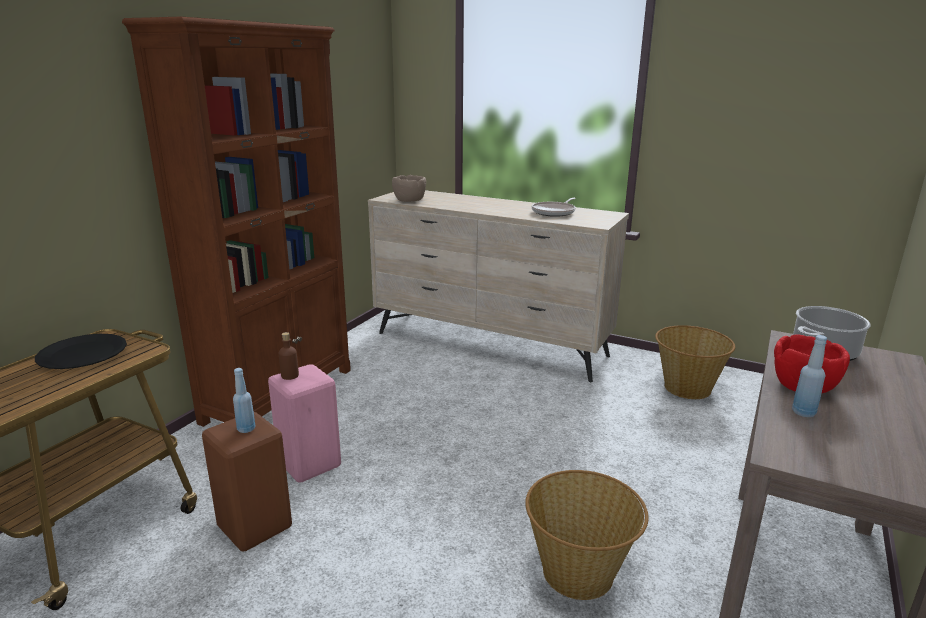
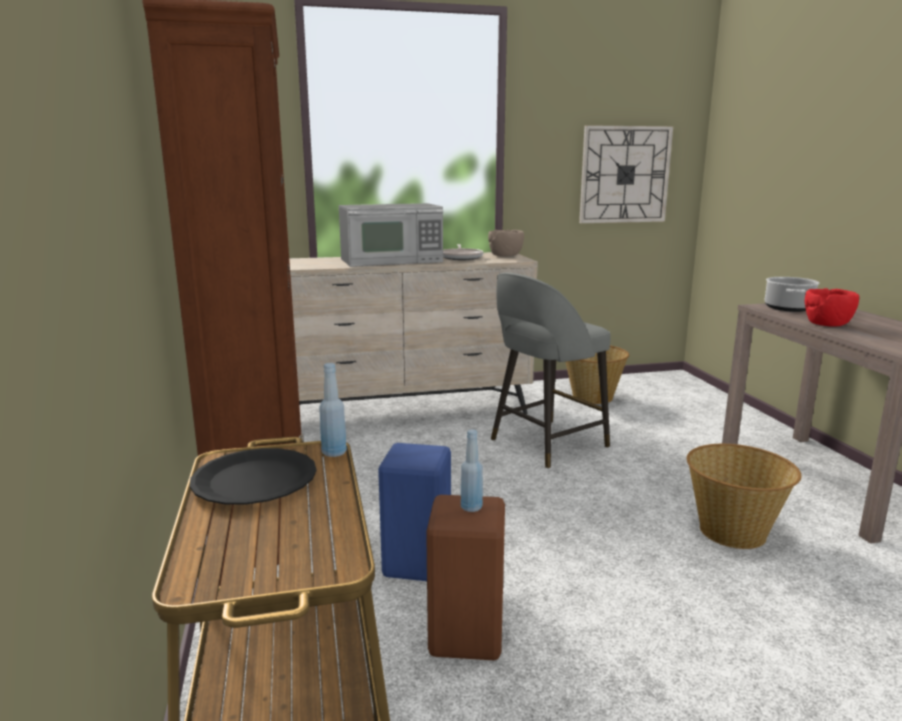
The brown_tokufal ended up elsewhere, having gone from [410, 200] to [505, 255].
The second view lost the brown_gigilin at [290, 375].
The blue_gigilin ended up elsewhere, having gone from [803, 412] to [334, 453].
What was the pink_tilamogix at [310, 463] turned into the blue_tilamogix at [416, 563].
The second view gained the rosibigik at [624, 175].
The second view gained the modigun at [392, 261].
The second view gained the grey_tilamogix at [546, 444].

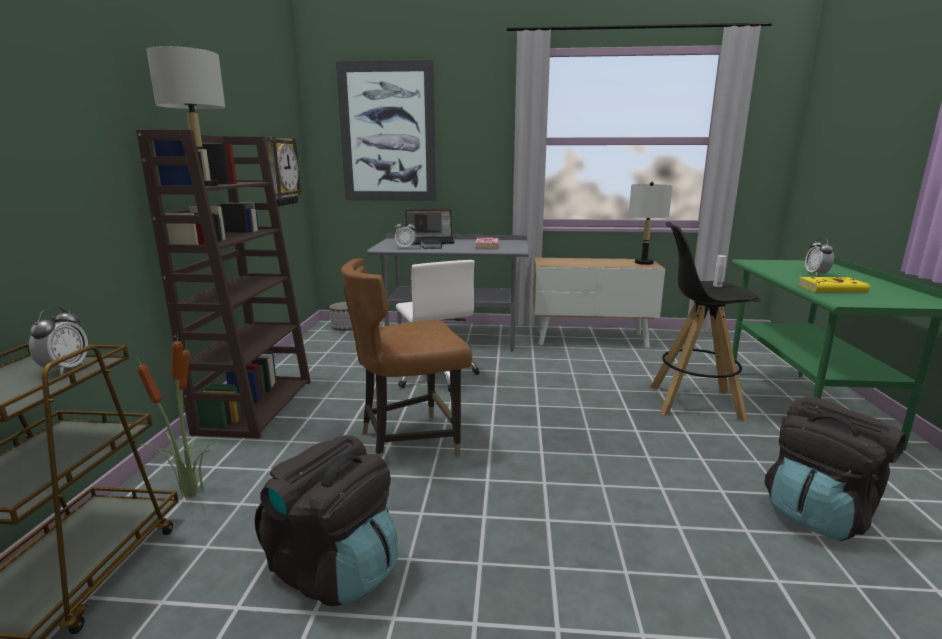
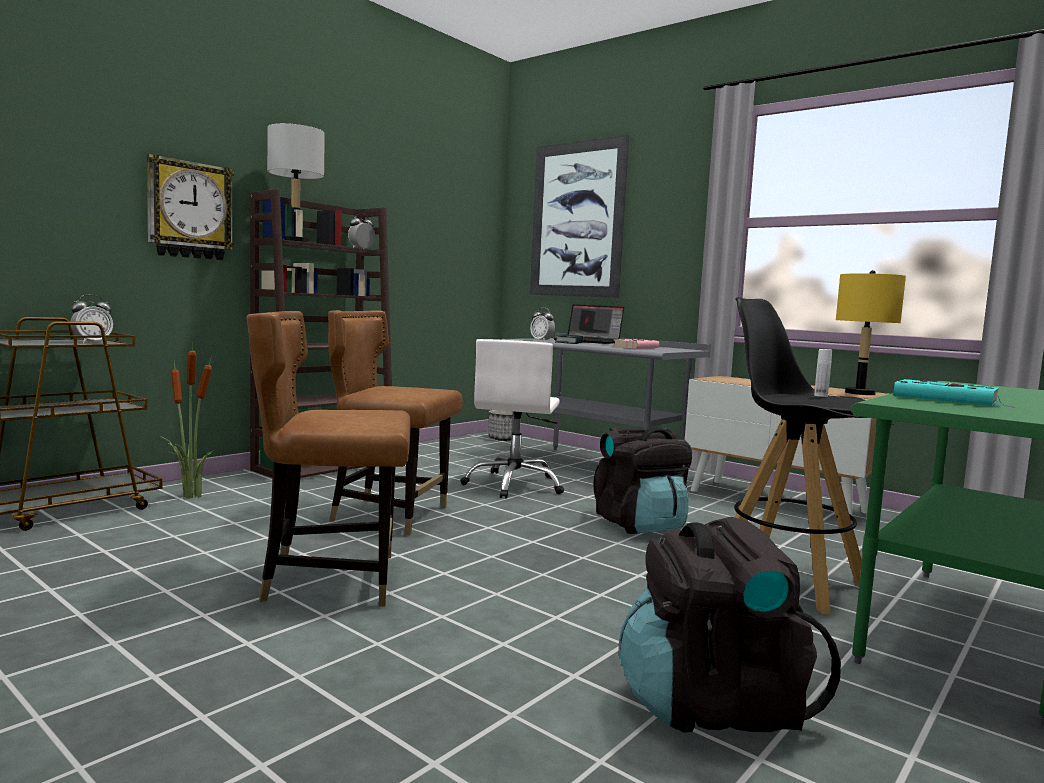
The rosibigik ended up elsewhere, having gone from [281, 171] to [189, 210].
What was the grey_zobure at [644, 263] turned into the yellow_zobure at [860, 393].
The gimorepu ended up elsewhere, having gone from [816, 274] to [361, 249].
What was the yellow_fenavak at [833, 289] turned into the turquoise_fenavak at [948, 400].
The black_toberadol ended up elsewhere, having gone from [334, 569] to [640, 525].
The second view gained the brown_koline at [332, 579].

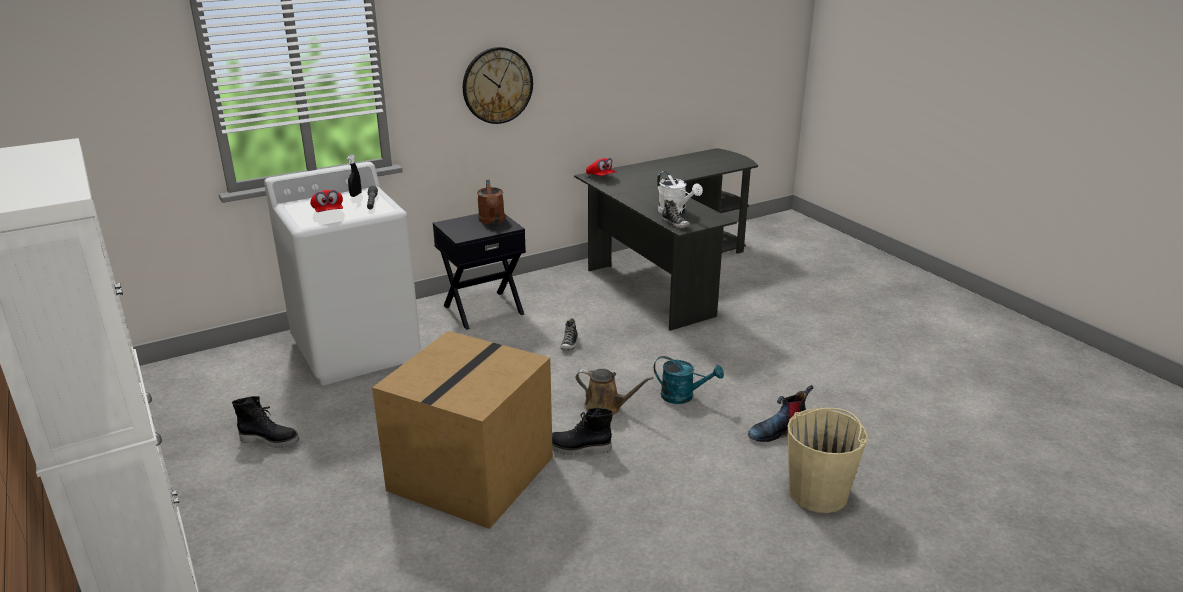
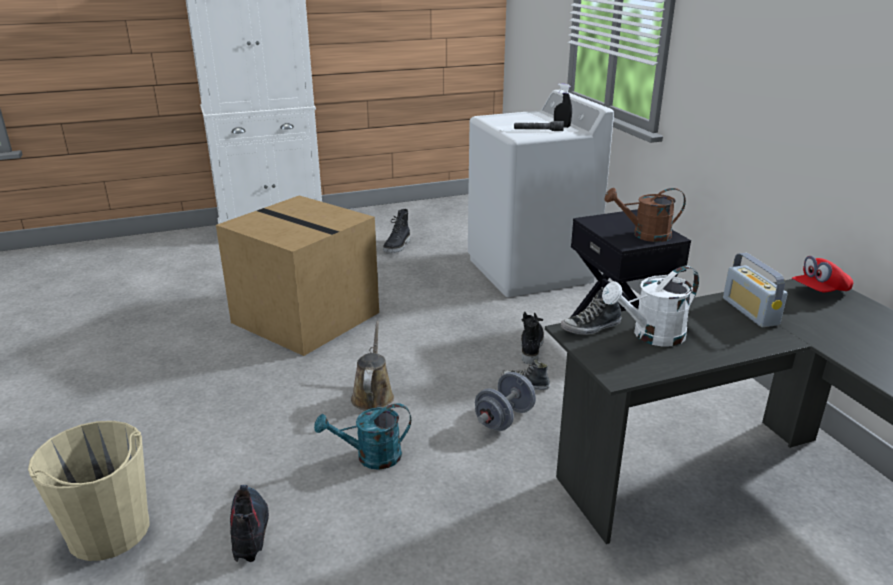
The second view lost the rosibigik at [497, 85].
The second view lost the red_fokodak at [328, 213].
The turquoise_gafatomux at [683, 396] ended up facing another way, 45 degrees clockwise from before.
The brown_gafatomux at [606, 407] ended up facing another way, 150 degrees clockwise from before.
The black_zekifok ended up elsewhere, having gone from [579, 449] to [530, 348].
The second view gained the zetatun at [750, 311].
The second view gained the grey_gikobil at [504, 418].

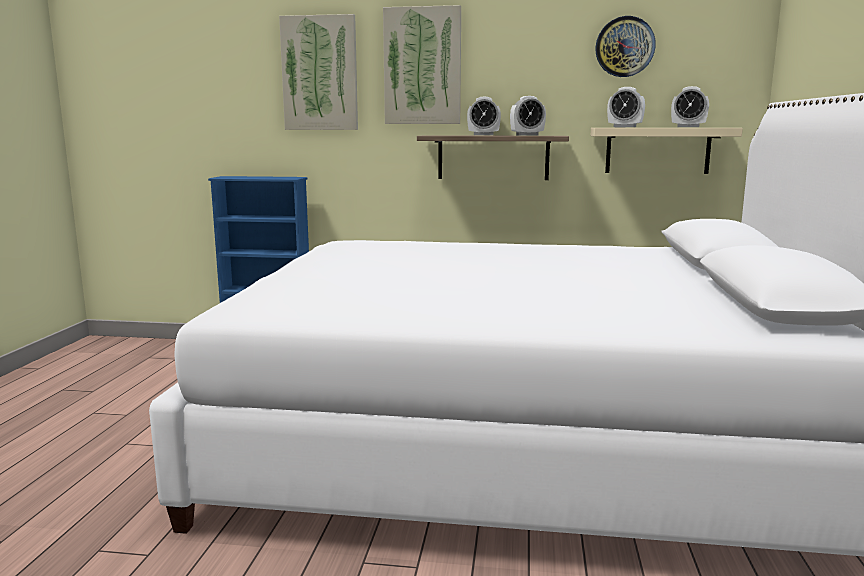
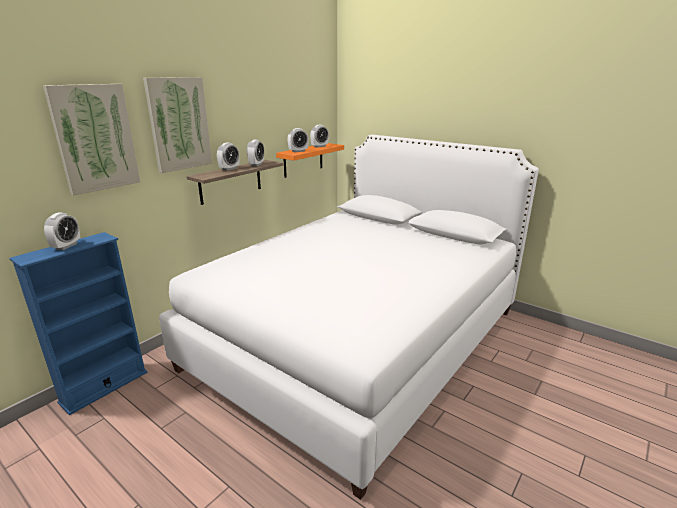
The second view lost the rosibigik at [624, 47].
What was the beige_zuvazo at [657, 150] turned into the orange_zuvazo at [303, 160].
The second view gained the gimorepu at [66, 246].

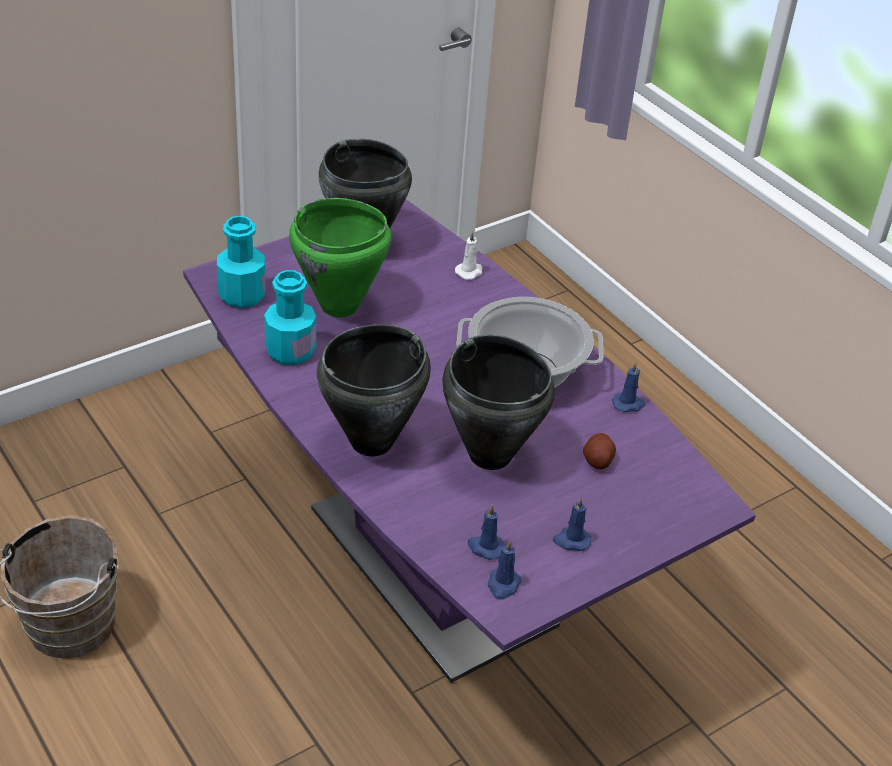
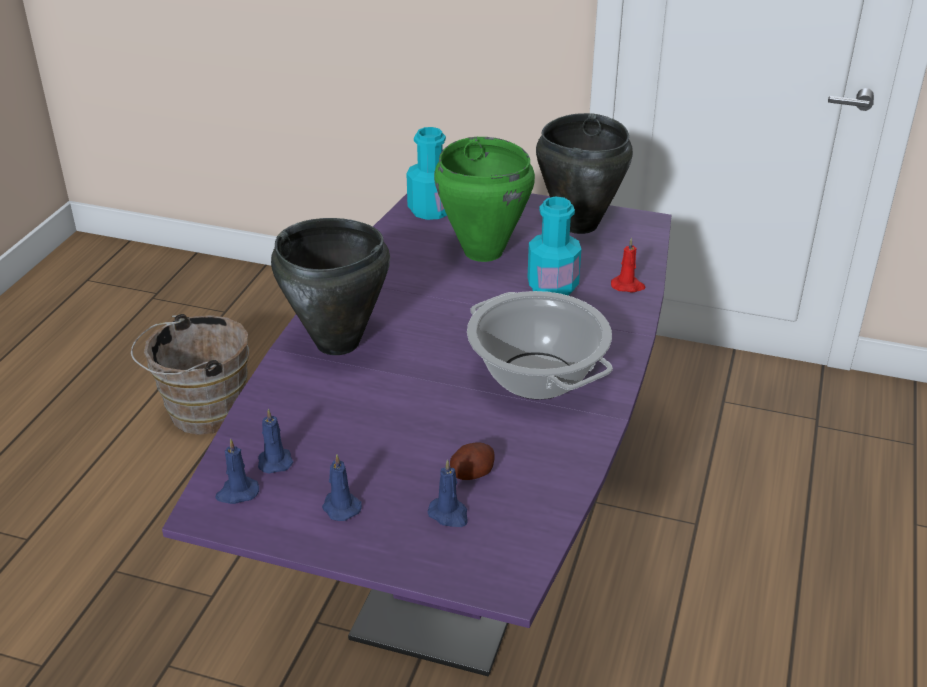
What was the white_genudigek at [469, 272] turned into the red_genudigek at [628, 286].
The turquoise_gigilin ended up elsewhere, having gone from [290, 351] to [552, 286].
The second view lost the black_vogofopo at [490, 454].
The blue_genudigek ended up elsewhere, having gone from [628, 404] to [449, 514].

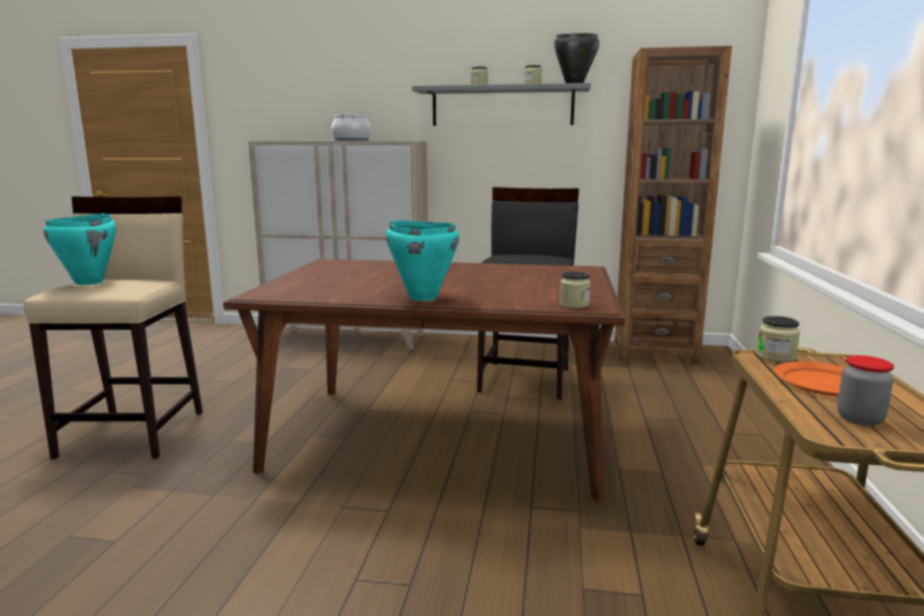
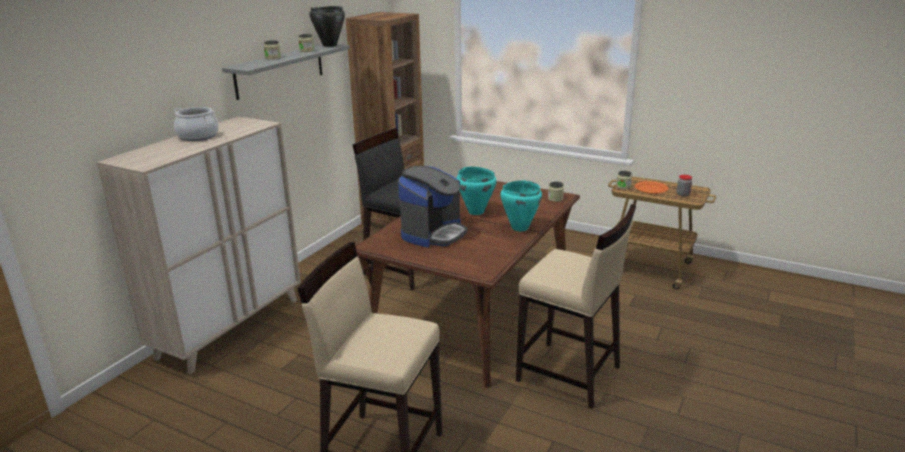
The turquoise_vogofopo ended up elsewhere, having gone from [90, 282] to [476, 211].
The second view gained the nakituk at [433, 233].
The second view gained the beige_tilamogix at [569, 374].

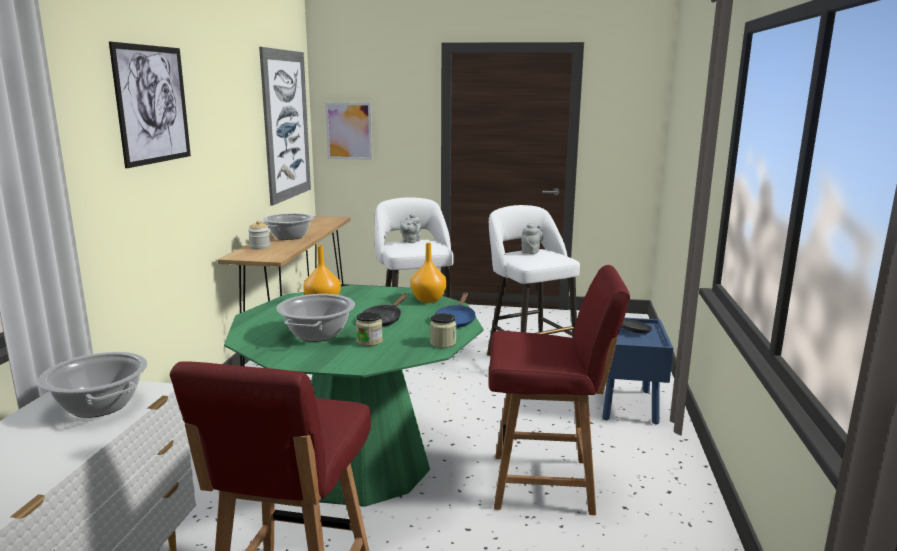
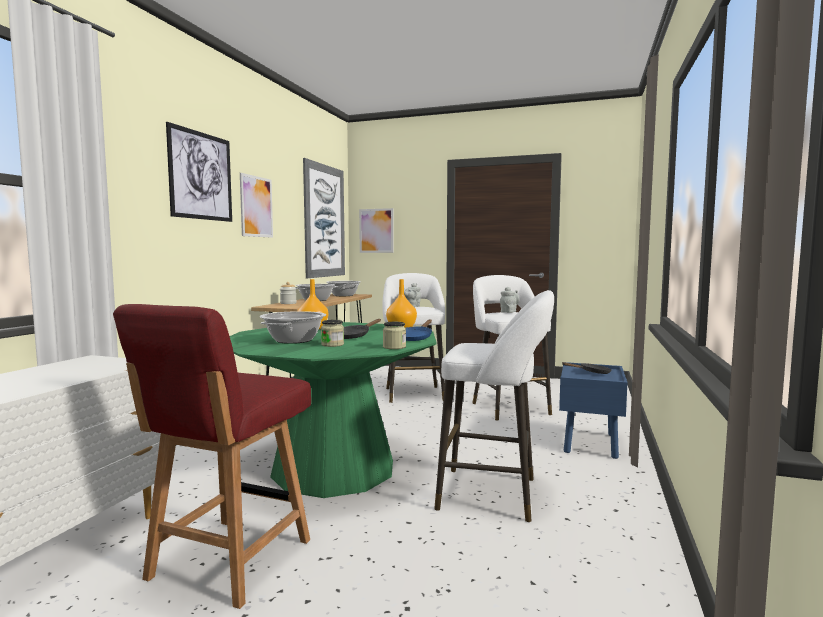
Where the red_koline stood at [545, 483], the white_tilamogix came to stand at [494, 494].
The vogofopo ended up elsewhere, having gone from [100, 405] to [343, 295].
The second view gained the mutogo at [256, 206].

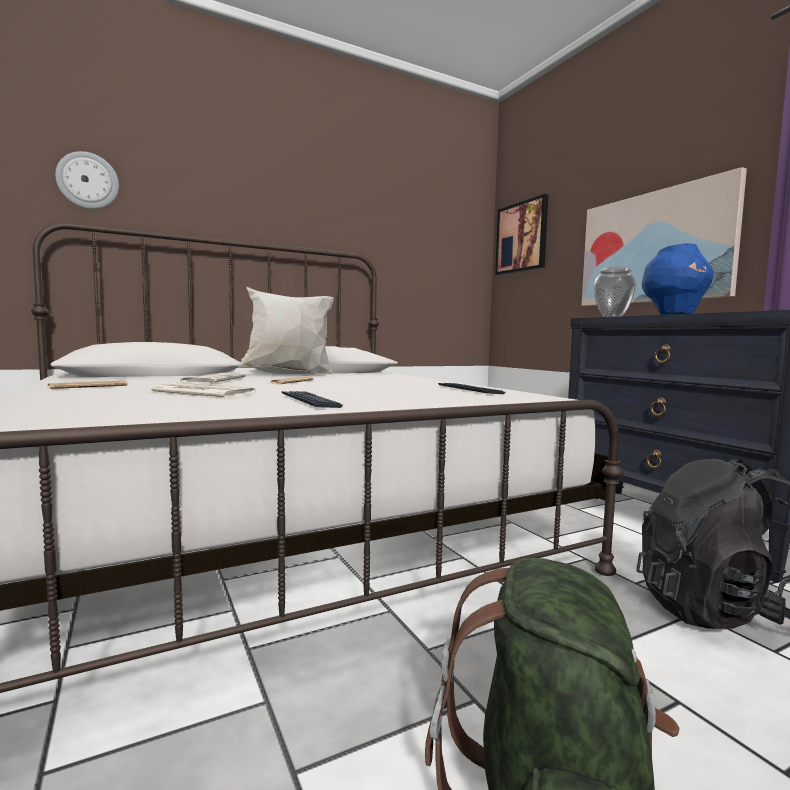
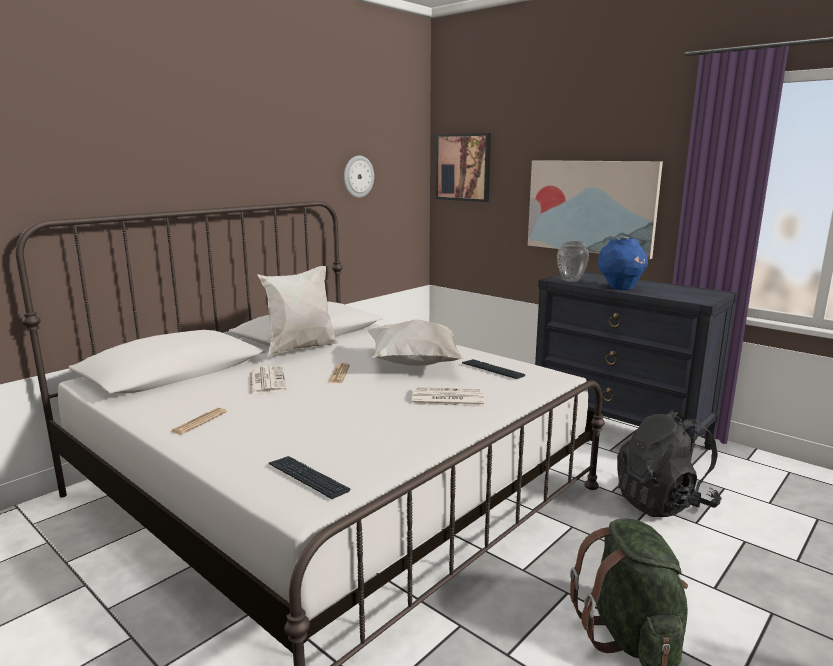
The rosibigik ended up elsewhere, having gone from [88, 181] to [358, 176].
The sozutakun ended up elsewhere, having gone from [199, 393] to [446, 398].
The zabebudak ended up elsewhere, having gone from [309, 401] to [308, 478].
The second view gained the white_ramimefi at [414, 365].

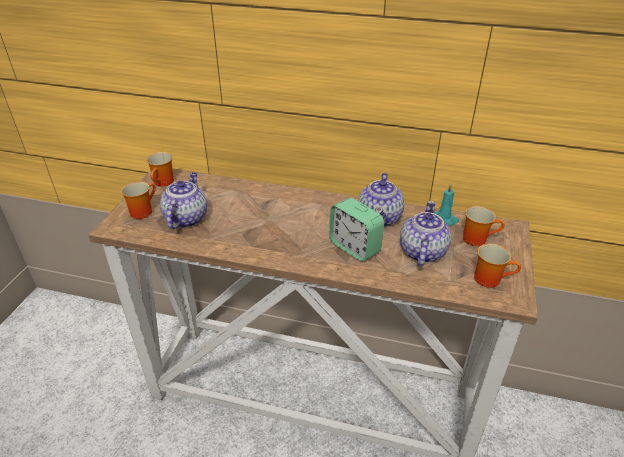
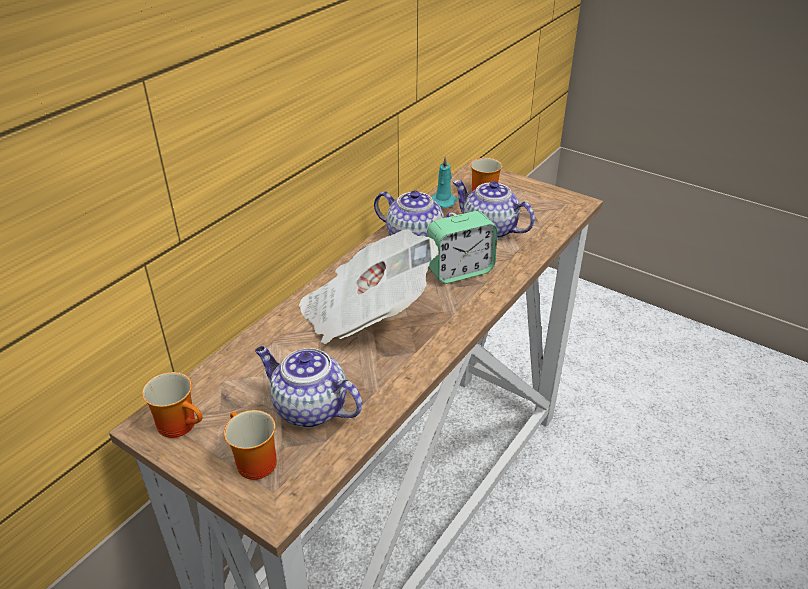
The second view lost the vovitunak at [490, 278].
The second view gained the sozutakun at [365, 313].

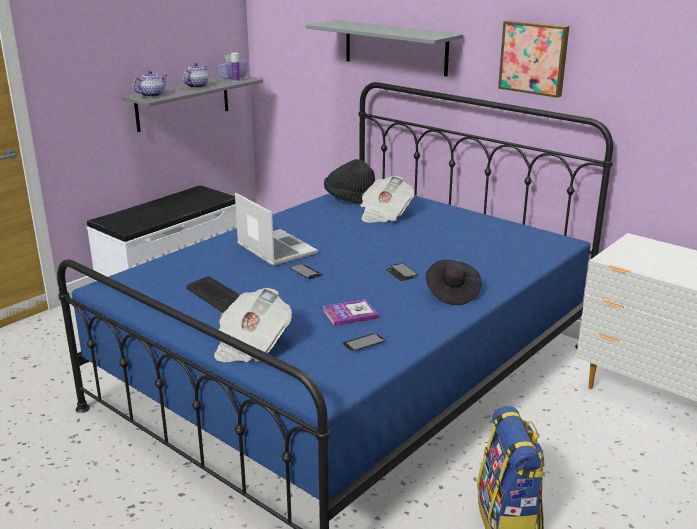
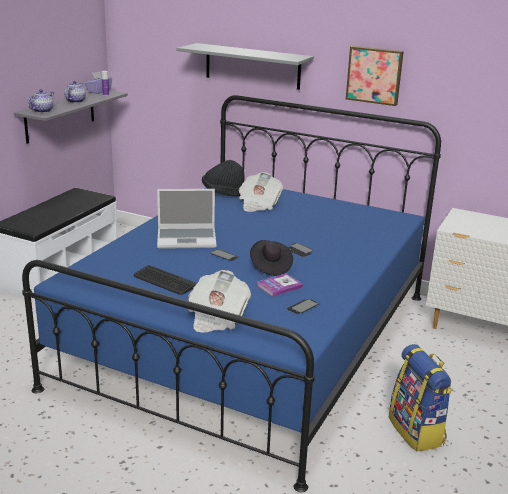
The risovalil at [275, 249] ended up facing another way, 135 degrees clockwise from before.
The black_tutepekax ended up elsewhere, having gone from [451, 293] to [270, 267].

